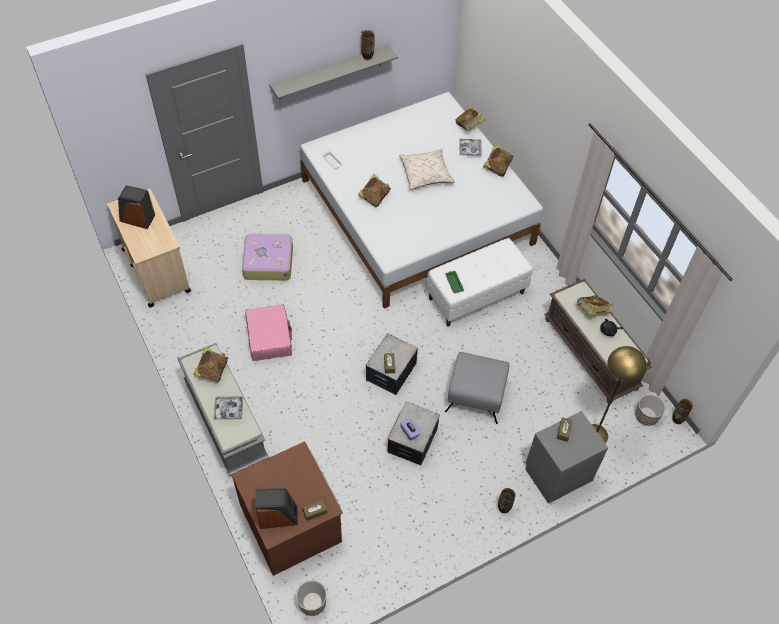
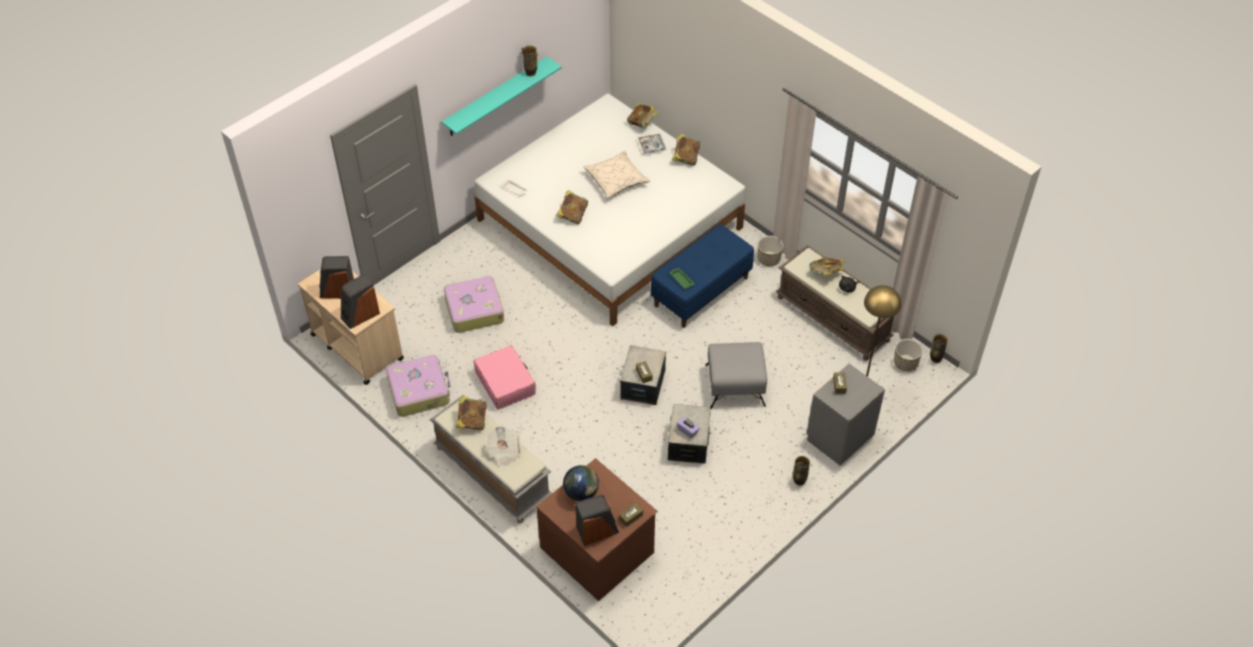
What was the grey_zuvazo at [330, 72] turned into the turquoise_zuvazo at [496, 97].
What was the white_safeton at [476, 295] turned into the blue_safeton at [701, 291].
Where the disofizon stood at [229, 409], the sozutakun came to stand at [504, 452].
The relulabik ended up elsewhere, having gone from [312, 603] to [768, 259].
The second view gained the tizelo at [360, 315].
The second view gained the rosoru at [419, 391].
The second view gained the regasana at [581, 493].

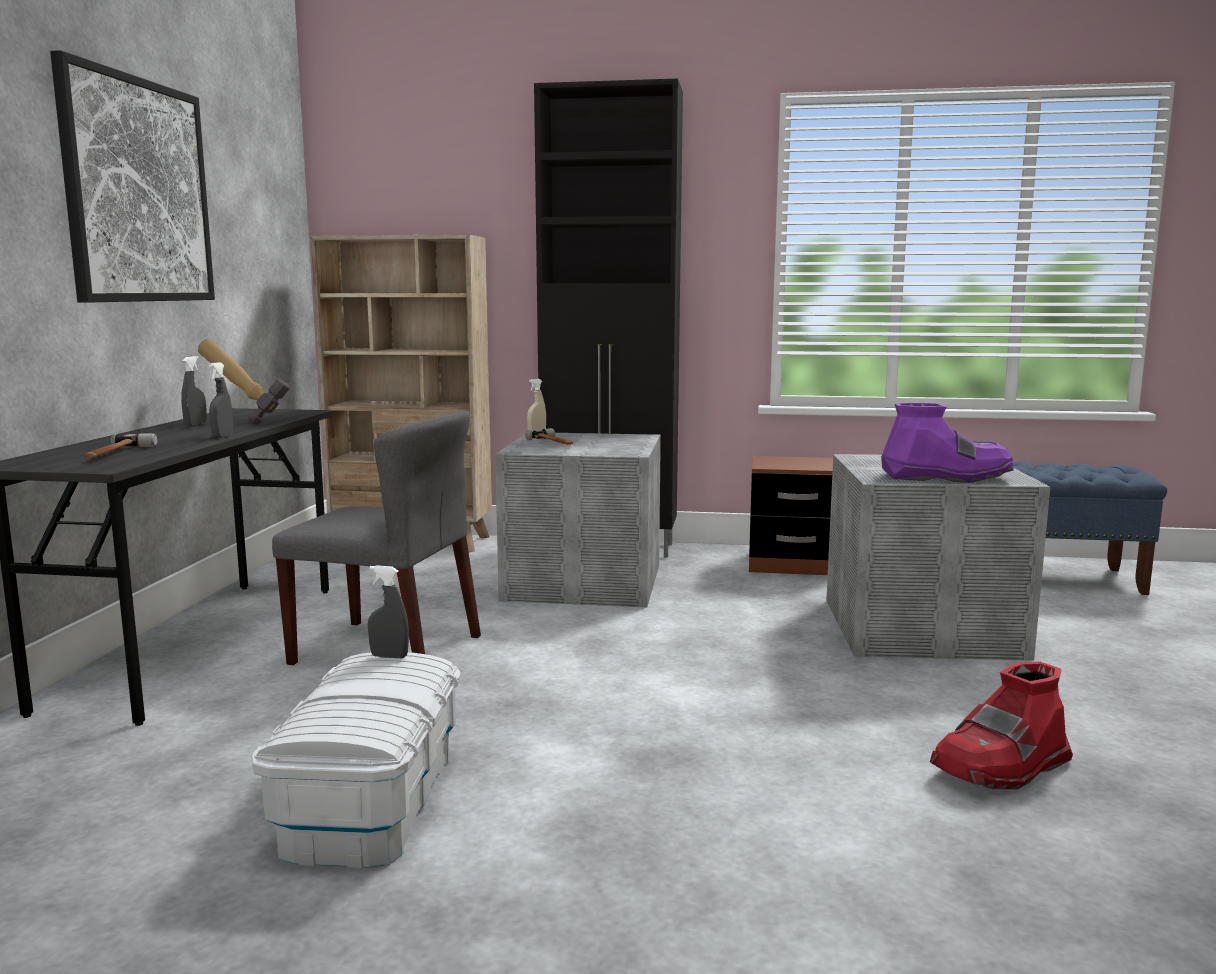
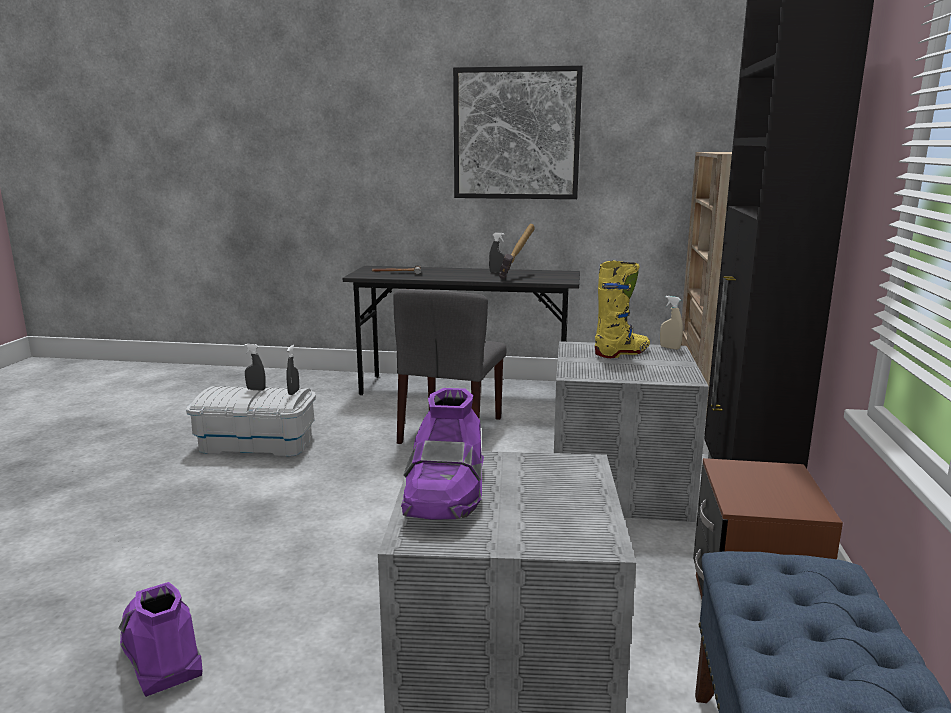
The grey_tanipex ended up elsewhere, having gone from [222, 436] to [256, 389].
Where the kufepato stood at [554, 443], the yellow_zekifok came to stand at [622, 353].
What was the red_zekifok at [1001, 768] turned into the purple_zekifok at [161, 651].

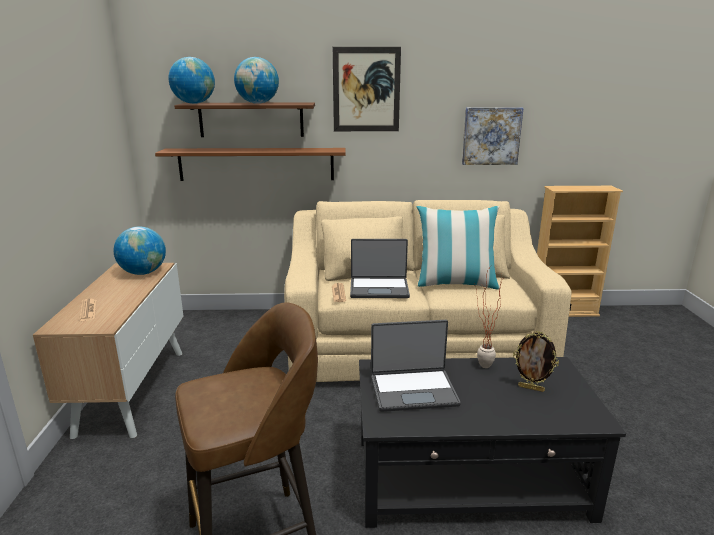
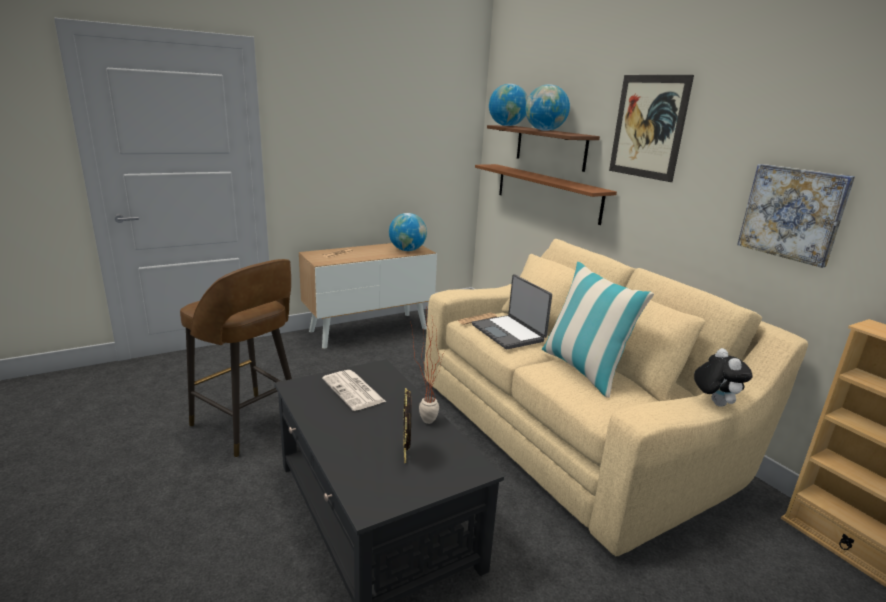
Where the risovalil stood at [413, 390], the sozutakun came to stand at [354, 391].
The second view gained the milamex at [714, 403].

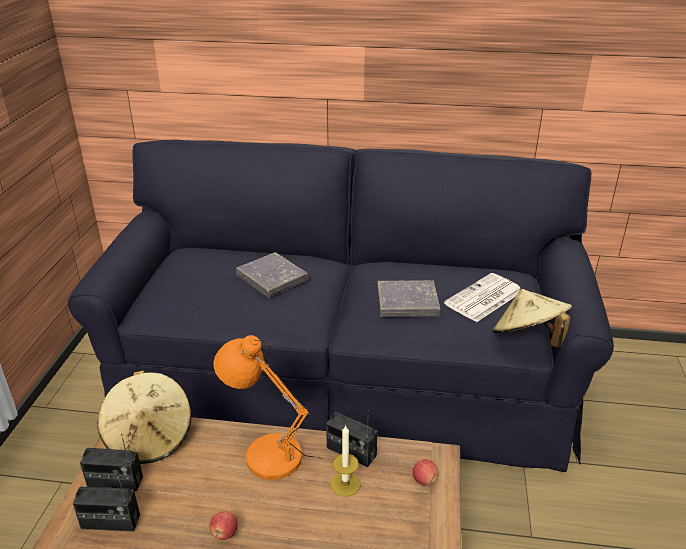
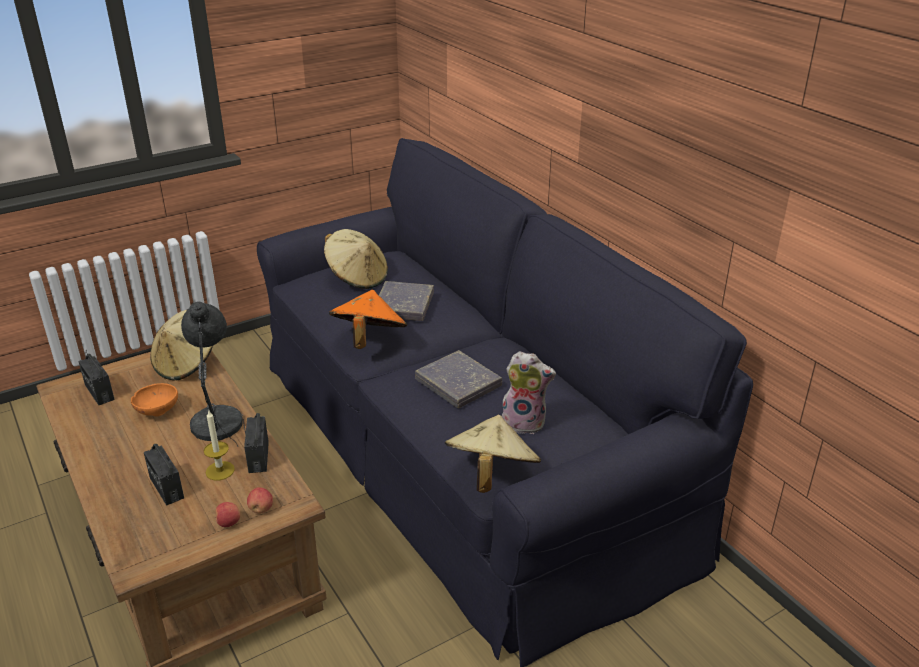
Where the sozutakun stood at [483, 298], the milamex came to stand at [525, 422].
What was the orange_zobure at [268, 454] turned into the grey_zobure at [218, 420].
The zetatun ended up elsewhere, having gone from [115, 482] to [166, 488].
The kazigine ended up elsewhere, having gone from [224, 533] to [228, 523].
The second view gained the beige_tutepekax at [357, 278].
The second view gained the orange_tutepekax at [368, 340].
The second view gained the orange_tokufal at [157, 410].

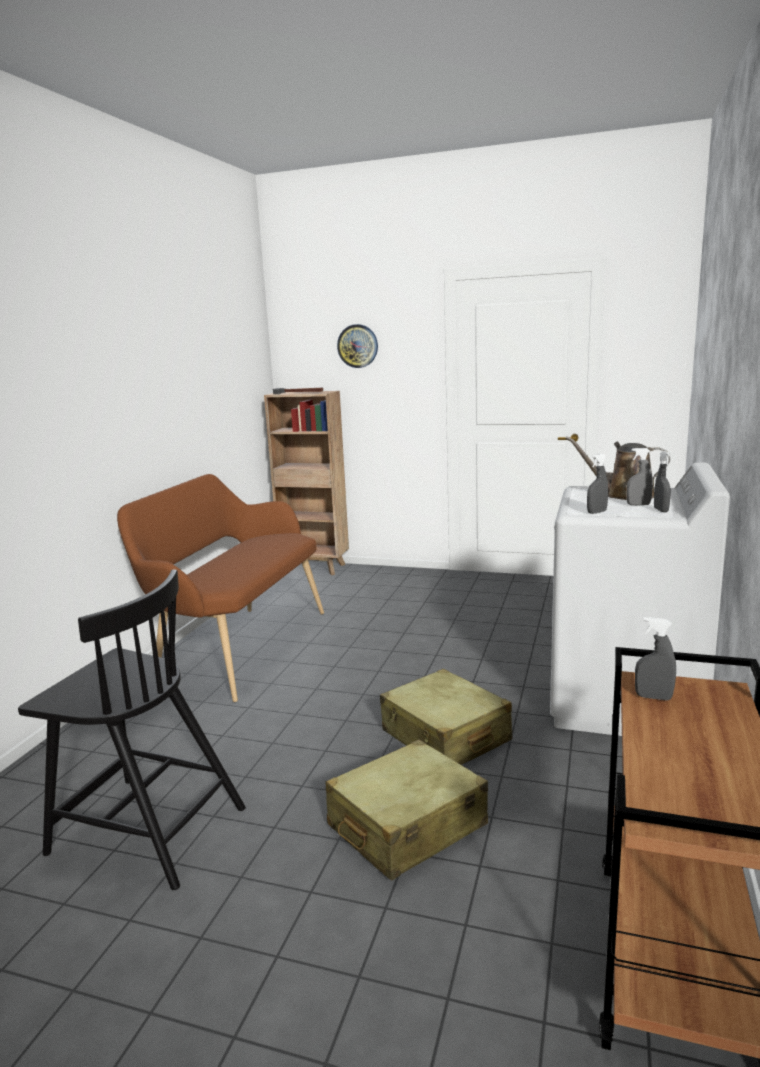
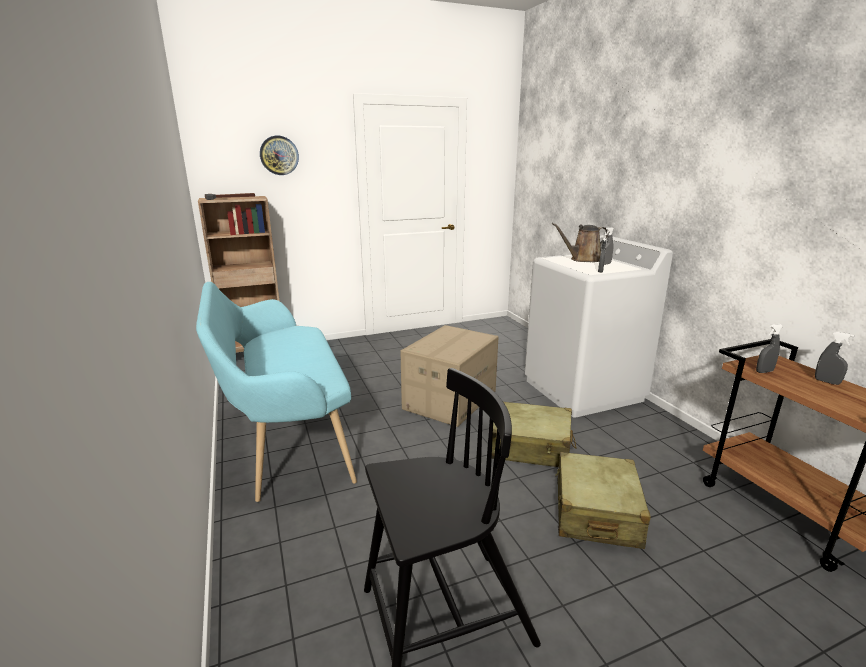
The grey_tanipex ended up elsewhere, having gone from [661, 510] to [827, 382].
What was the brown_safeton at [237, 647] turned into the turquoise_safeton at [285, 439].
The second view gained the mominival at [449, 400].

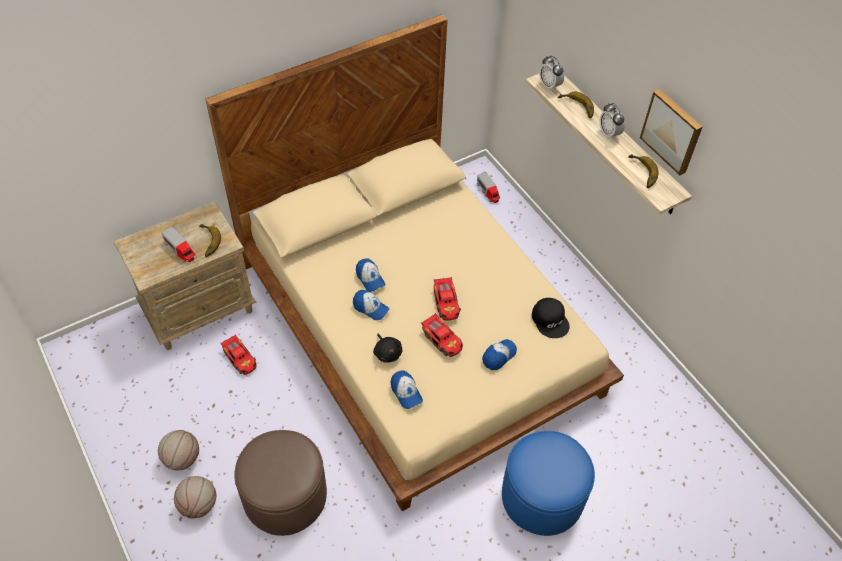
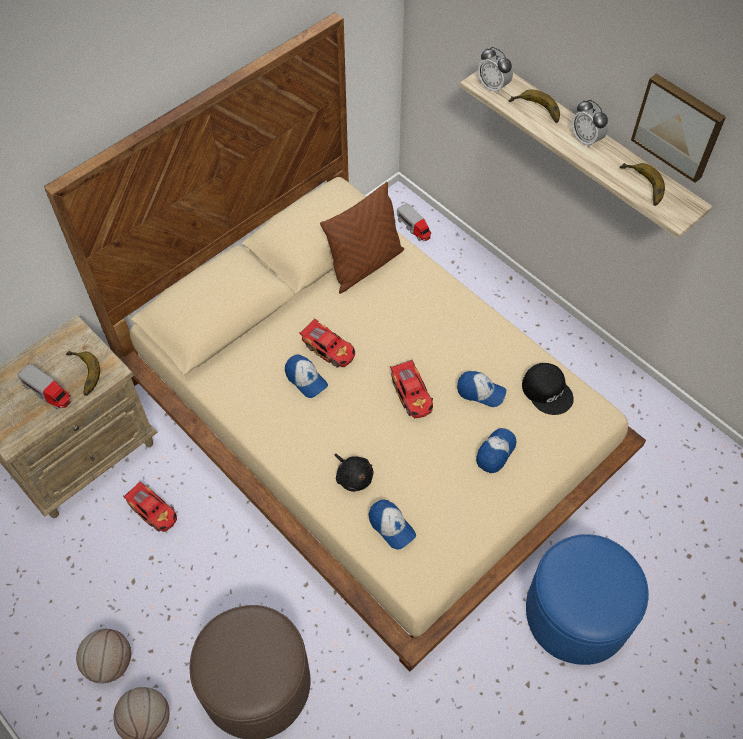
The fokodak ended up elsewhere, having gone from [370, 308] to [480, 392].
The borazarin ended up elsewhere, having gone from [442, 340] to [329, 348].
The second view gained the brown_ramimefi at [365, 265].

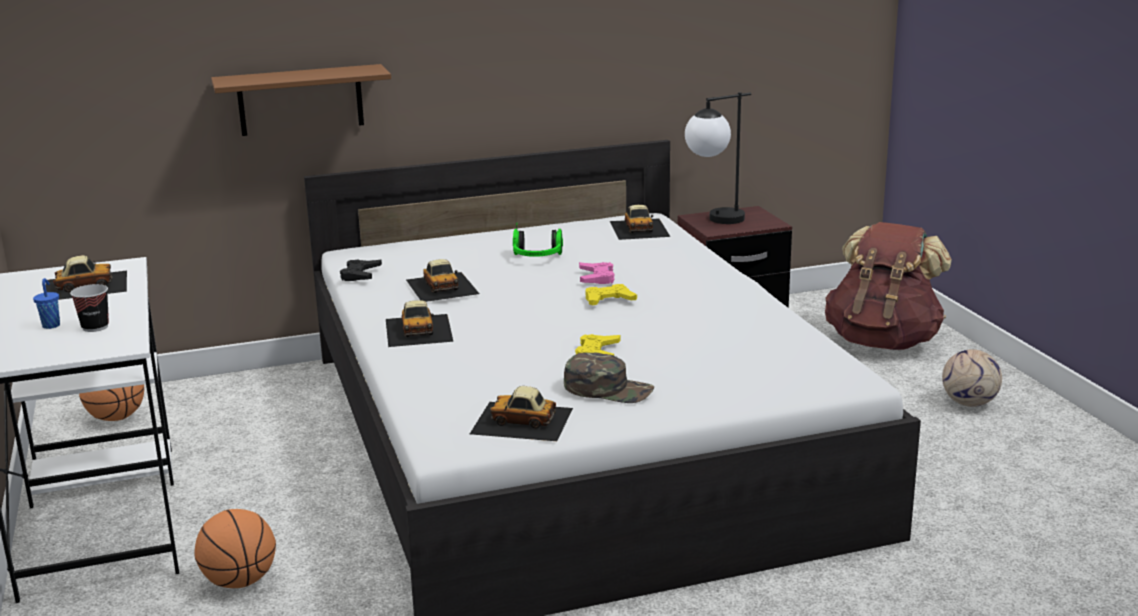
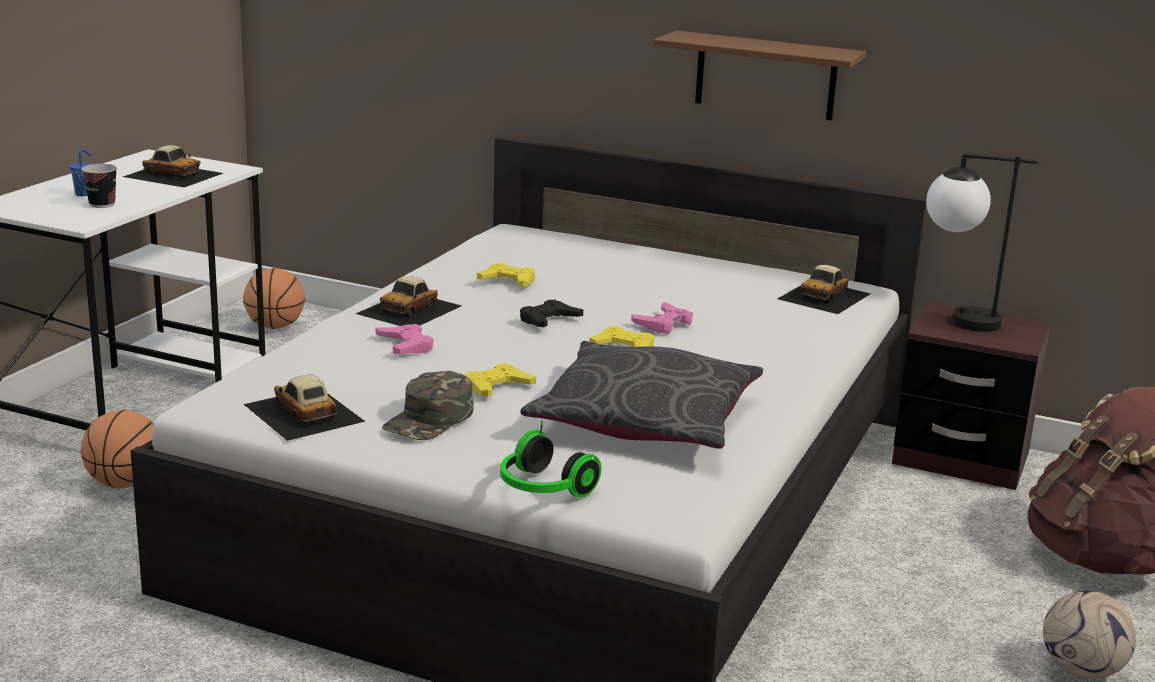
The brown_zuvazo ended up elsewhere, having gone from [300, 100] to [765, 76].
The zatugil ended up elsewhere, having gone from [537, 258] to [542, 489].
The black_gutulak ended up elsewhere, having gone from [360, 274] to [549, 320].
Where the borazarin stood at [442, 286], the yellow_gutulak came to stand at [508, 281].
The green_fokodak at [608, 389] ended up facing another way, 60 degrees clockwise from before.
The second view gained the pink_gutulak at [405, 345].
The second view gained the grey_ramimefi at [645, 418].

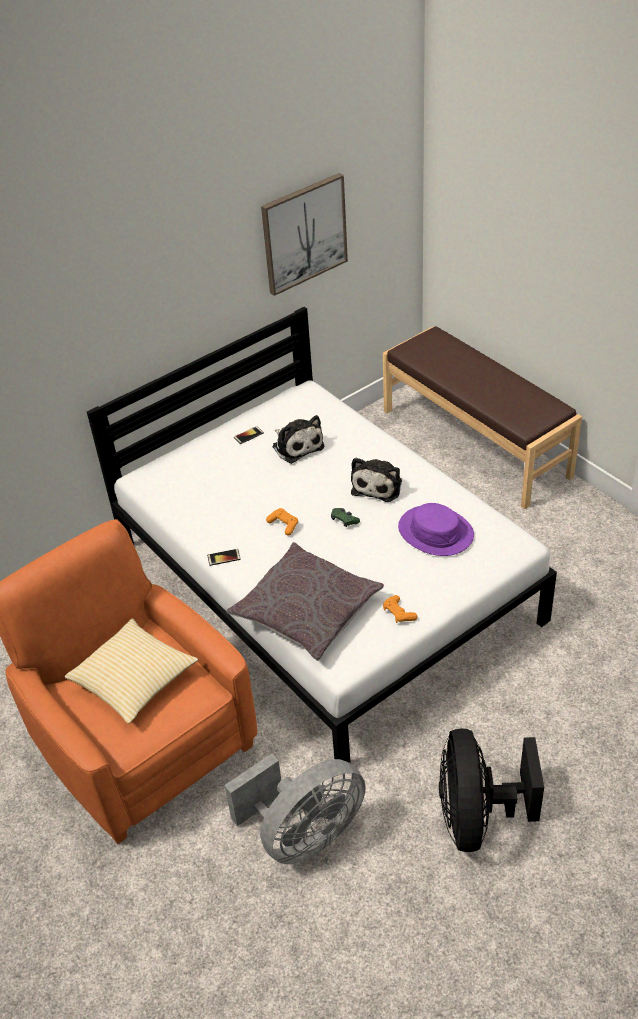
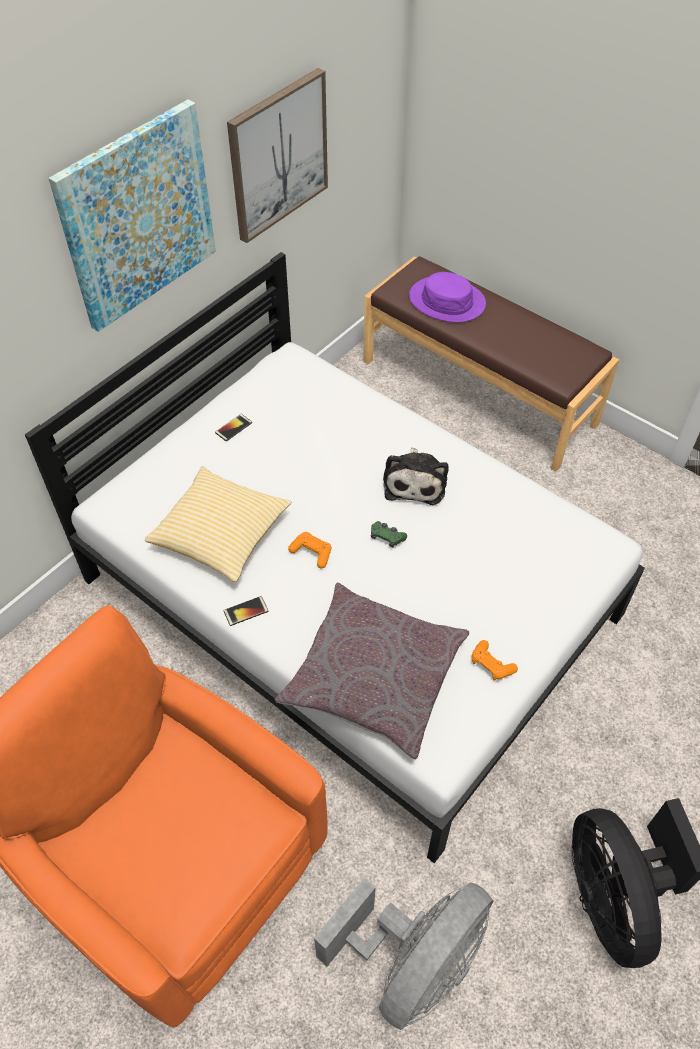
The second view lost the milamex at [297, 445].
The purple_tutepekax ended up elsewhere, having gone from [436, 532] to [447, 301].
The ramimefi ended up elsewhere, having gone from [134, 681] to [221, 534].
The second view gained the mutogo at [137, 216].

